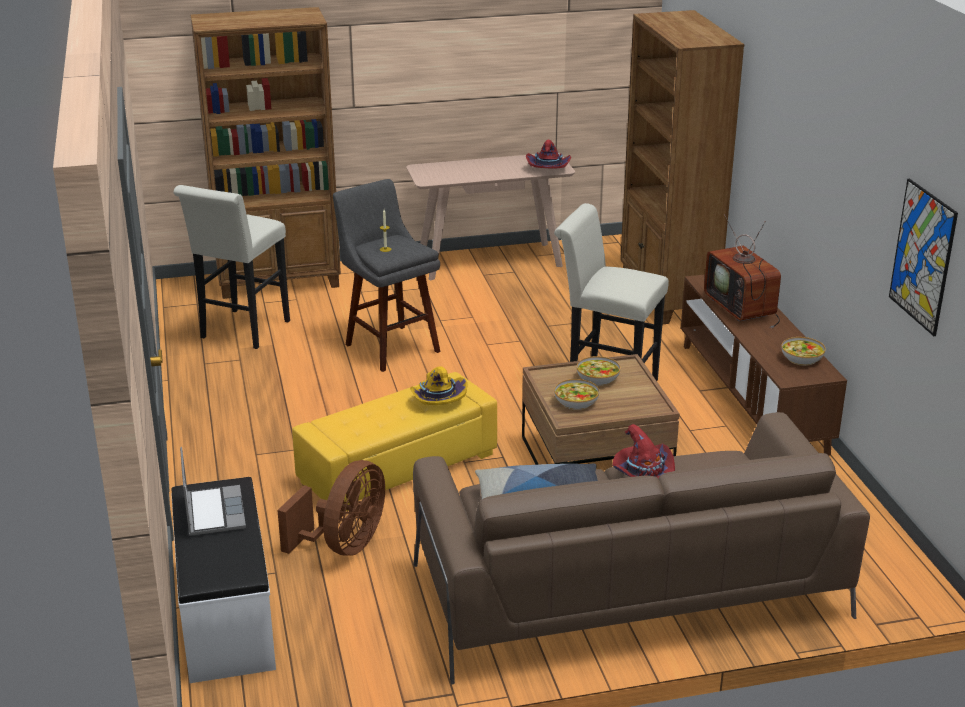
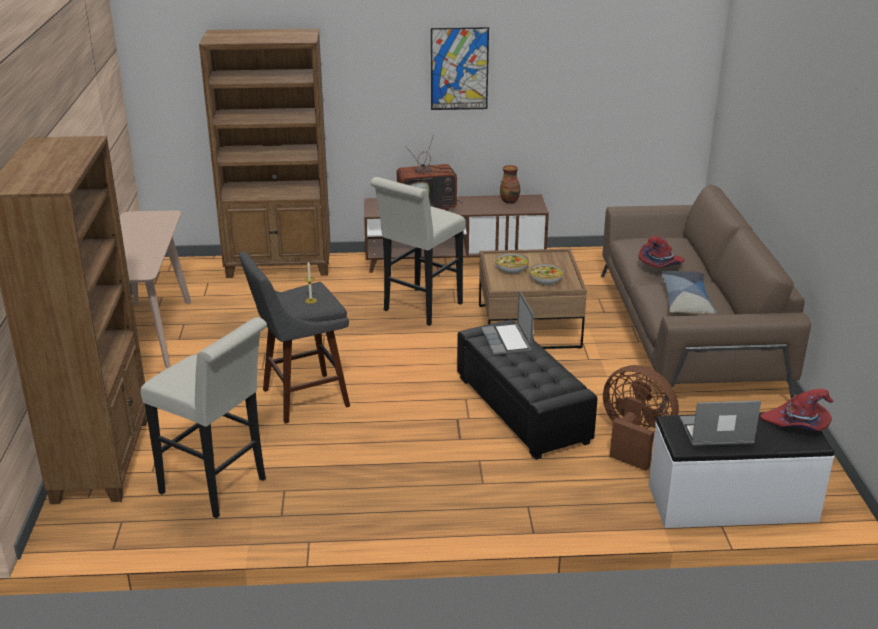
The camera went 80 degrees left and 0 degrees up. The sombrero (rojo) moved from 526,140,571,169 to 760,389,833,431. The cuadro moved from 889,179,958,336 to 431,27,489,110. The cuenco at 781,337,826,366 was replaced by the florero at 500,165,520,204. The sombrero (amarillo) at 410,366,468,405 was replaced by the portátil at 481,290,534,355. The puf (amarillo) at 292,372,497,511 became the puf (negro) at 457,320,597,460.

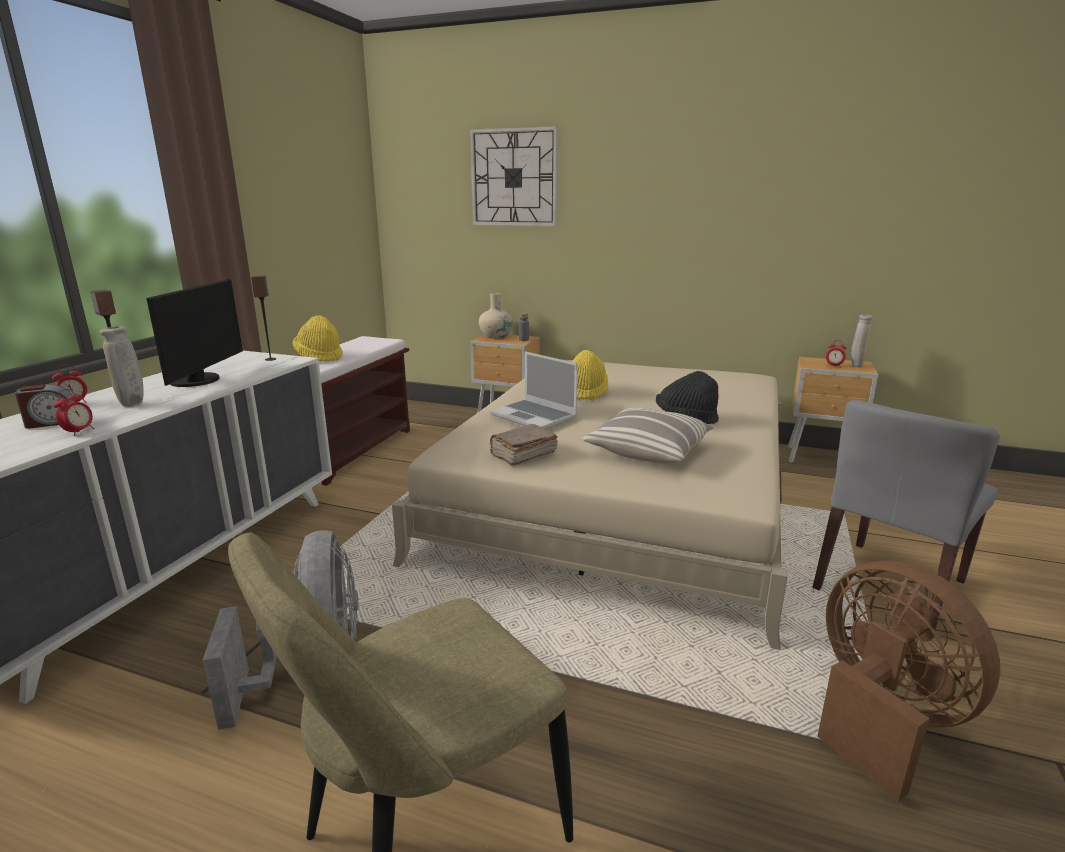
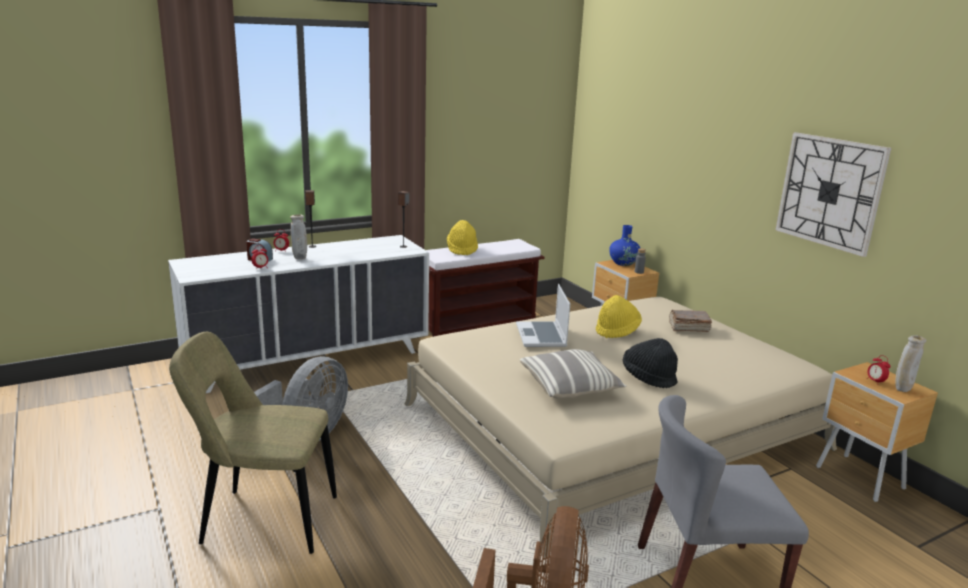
The camera went 40 degrees right and 0 degrees up. The reloj de pared moved from 470,126,558,226 to 775,132,891,257. The monitor at 146,279,243,387 disappeared. The florero (beis) at 479,293,513,339 became the florero (azul) at 609,225,640,266. The libro (marrón) moved from 489,424,558,466 to 669,310,712,332.

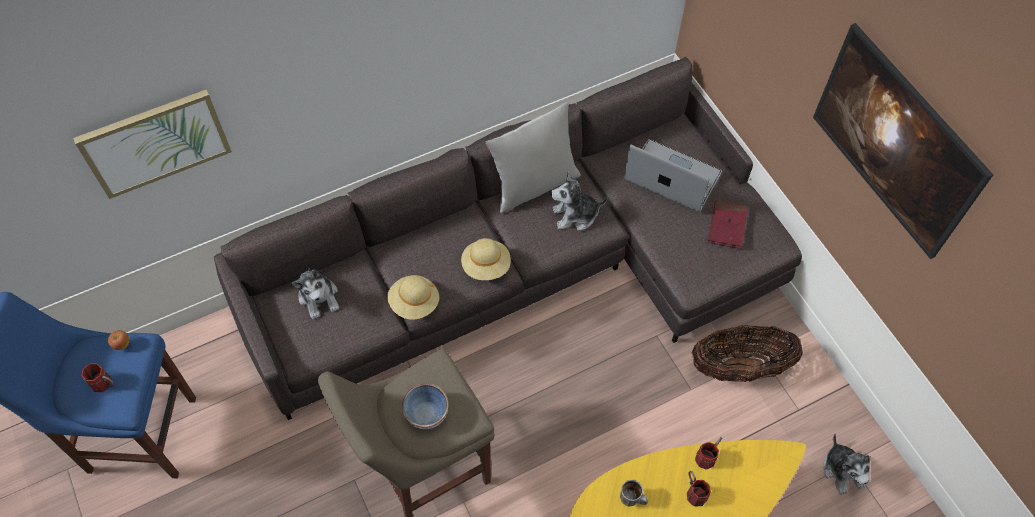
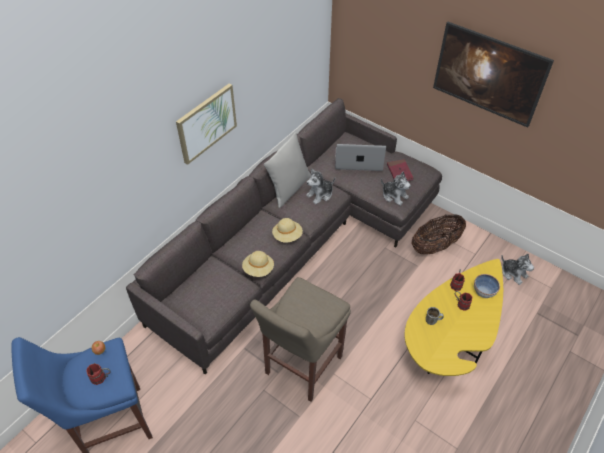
The camera went 25 degrees left and 10 degrees down. The cuadro moved from 73,89,232,199 to 176,83,237,165. The peluche moved from 292,267,339,319 to 381,172,411,206. The cuenco moved from 402,384,448,429 to 474,274,500,298.

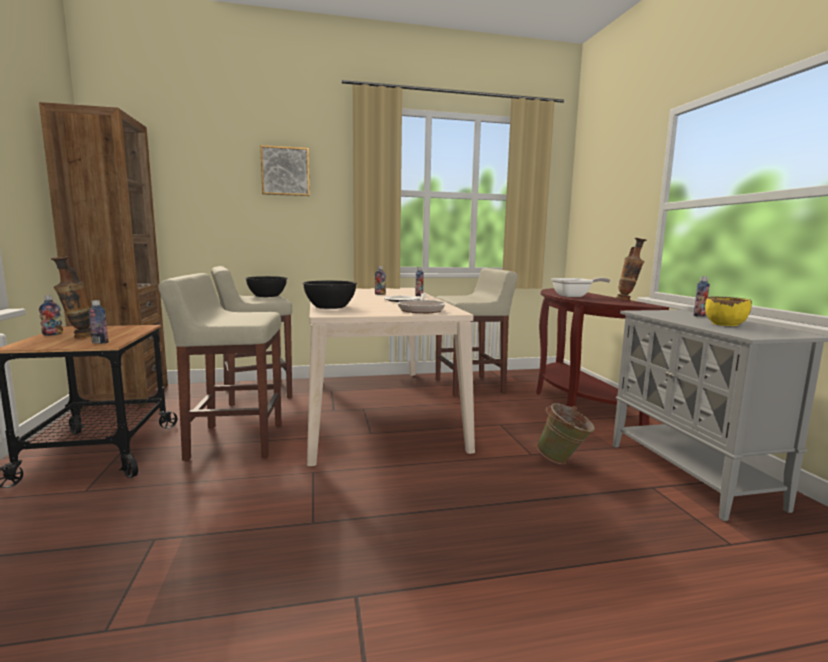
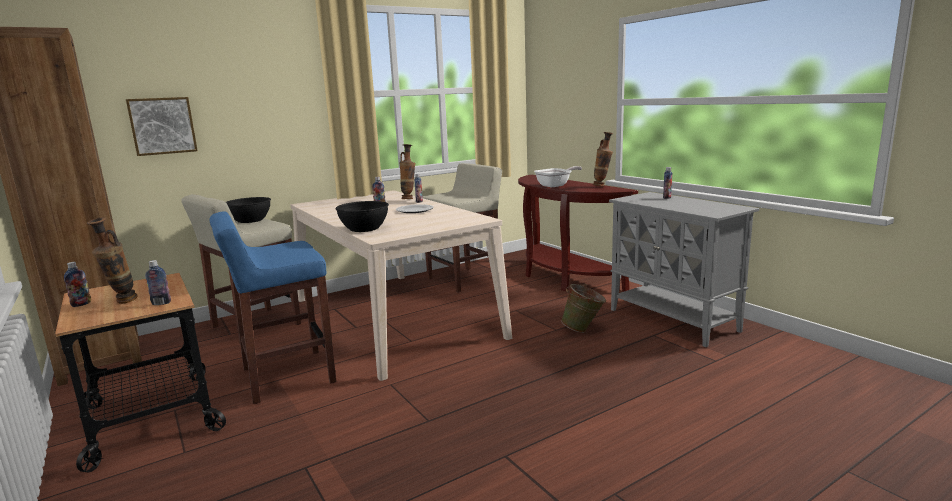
The camera went 20 degrees left and 5 degrees up. The cuadro moved from 260,145,310,196 to 126,97,198,156. The taburete (beis) at 158,273,281,461 became the taburete (azul) at 209,211,336,404. The sartén at 398,293,445,313 disappeared. The cuenco (amarillo) at 705,296,752,326 disappeared. The florero at 399,144,415,199 appeared.

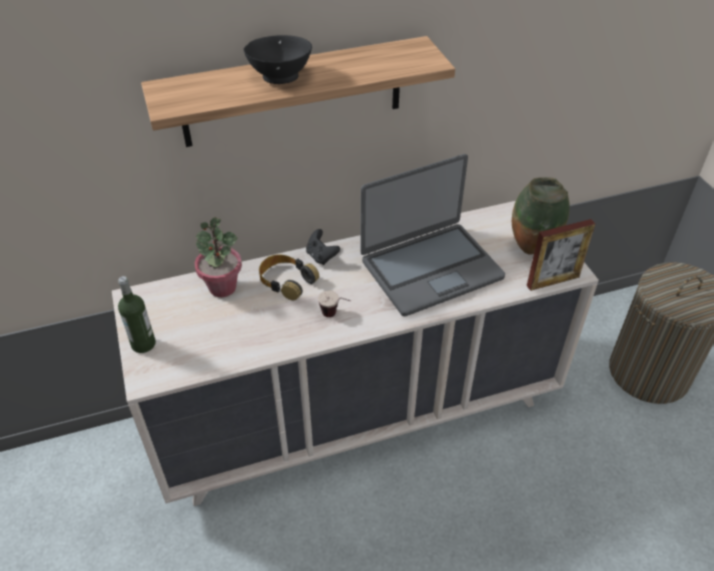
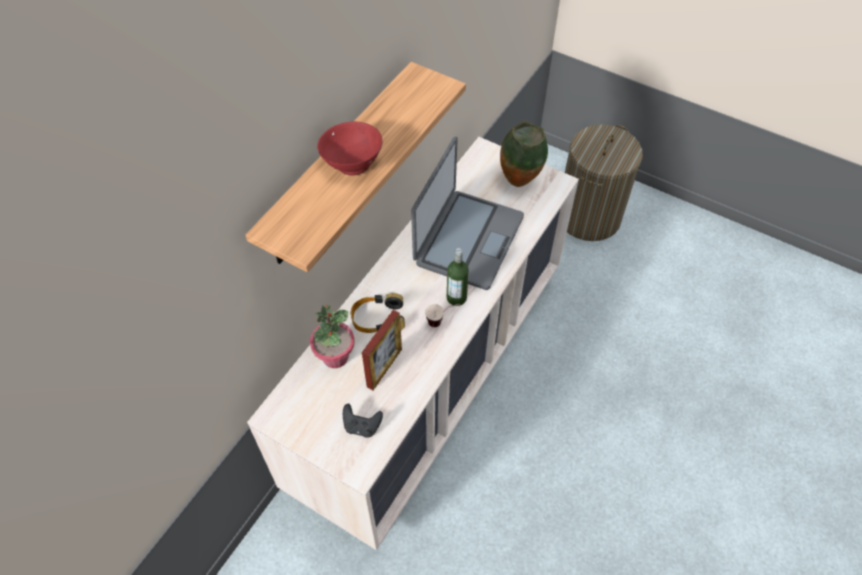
The camera went 40 degrees left and 10 degrees up. The cuenco (negro) at 243,35,312,84 became the cuenco (rojo) at 317,122,382,175. The portarretratos moved from 527,219,595,291 to 362,310,402,390. The mando de consola (negro) moved from 306,229,340,265 to 343,403,383,438. The botella moved from 118,276,156,353 to 447,248,469,306.

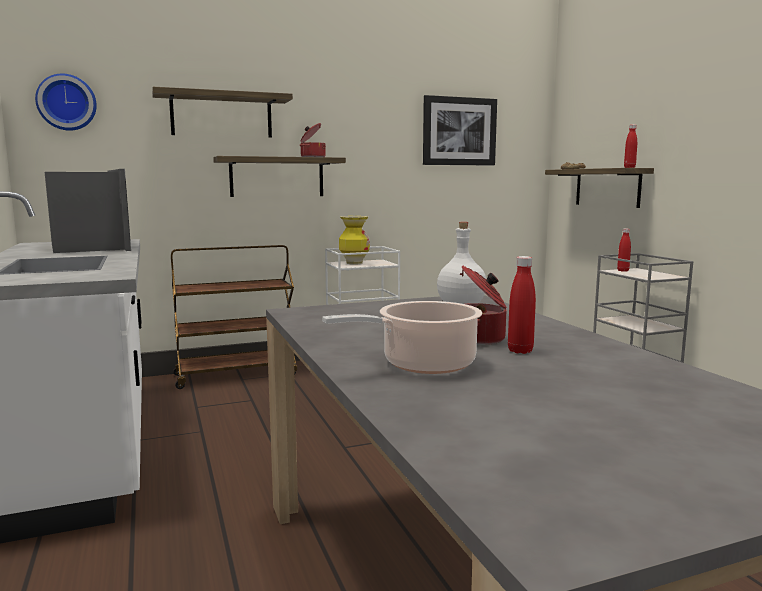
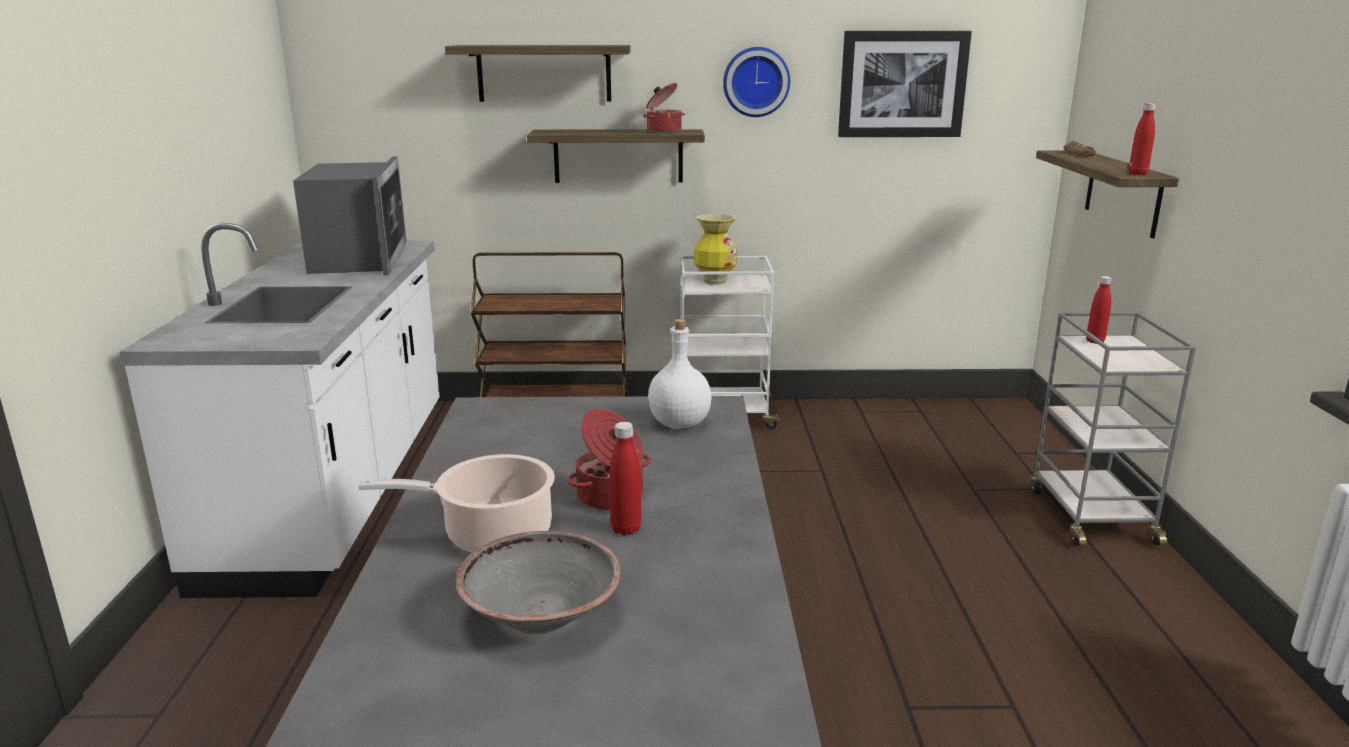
The camera went 20 degrees right and 10 degrees up. The reloj de pared moved from 35,74,97,131 to 723,47,790,117. The cuenco (gris) at 455,531,621,634 appeared.

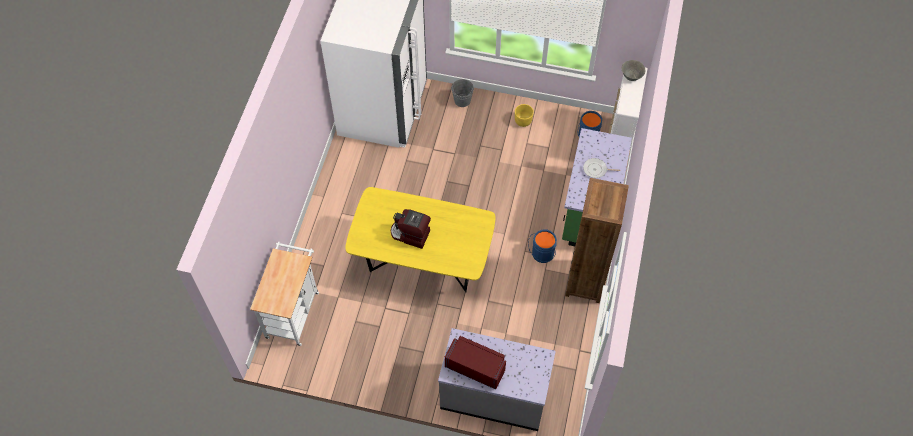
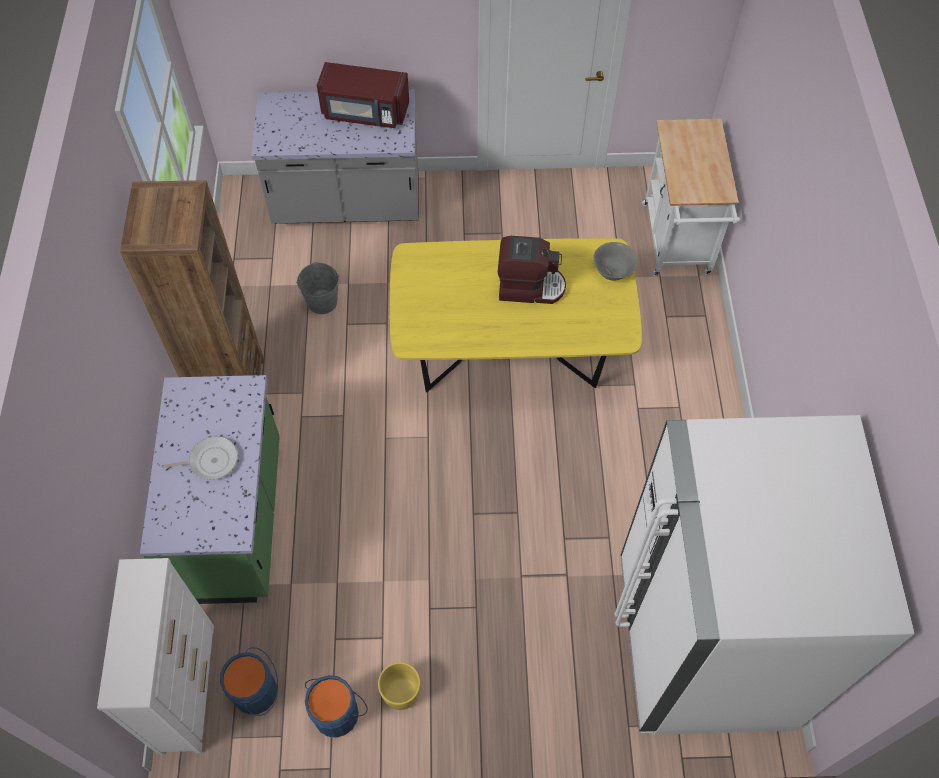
The camera went 165 degrees right and 0 degrees up. The cuenco (gris) moved from 621,60,645,81 to 593,242,638,281. The cubo (gris) moved from 451,79,474,107 to 296,262,339,314. The cubo (azul) moved from 528,230,557,263 to 305,675,368,738.

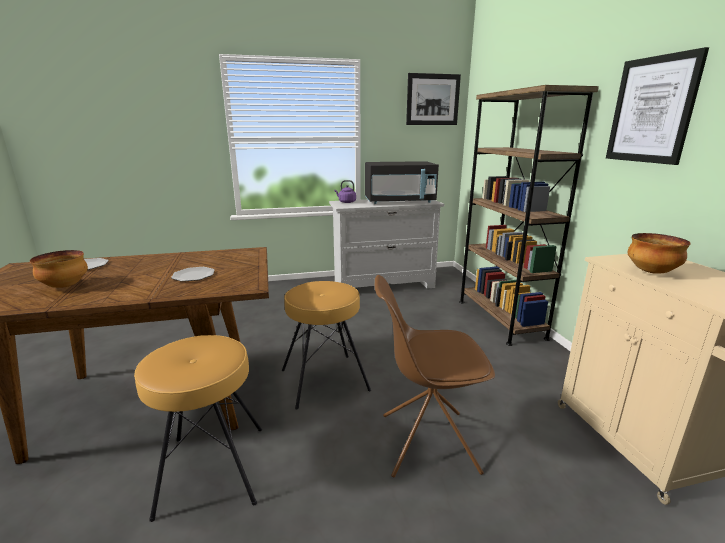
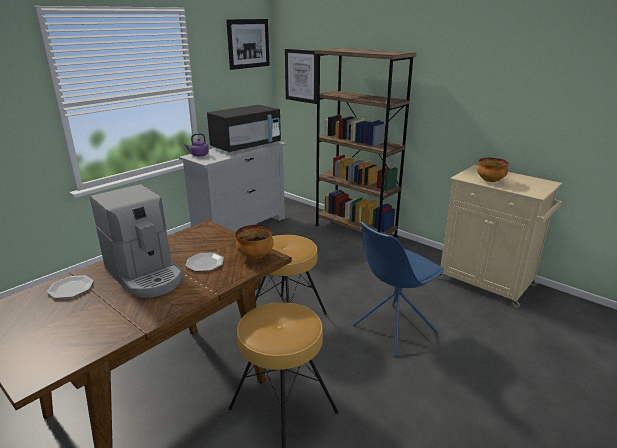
The camera went 35 degrees left and 5 degrees up. The cuadro moved from 606,47,709,165 to 285,49,317,104. The cuenco moved from 30,250,88,288 to 235,225,274,259. The silla (marrón) at 375,275,495,477 became the silla (azul) at 353,221,444,357. The cafetera at 90,184,183,298 appeared.

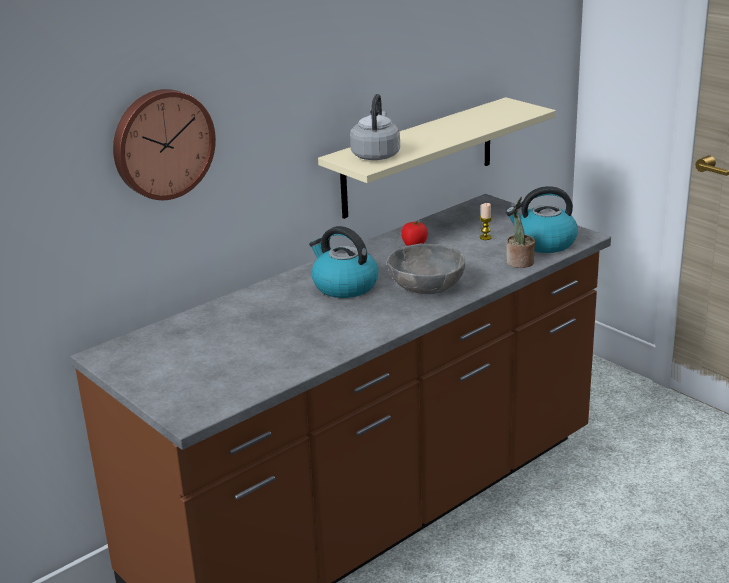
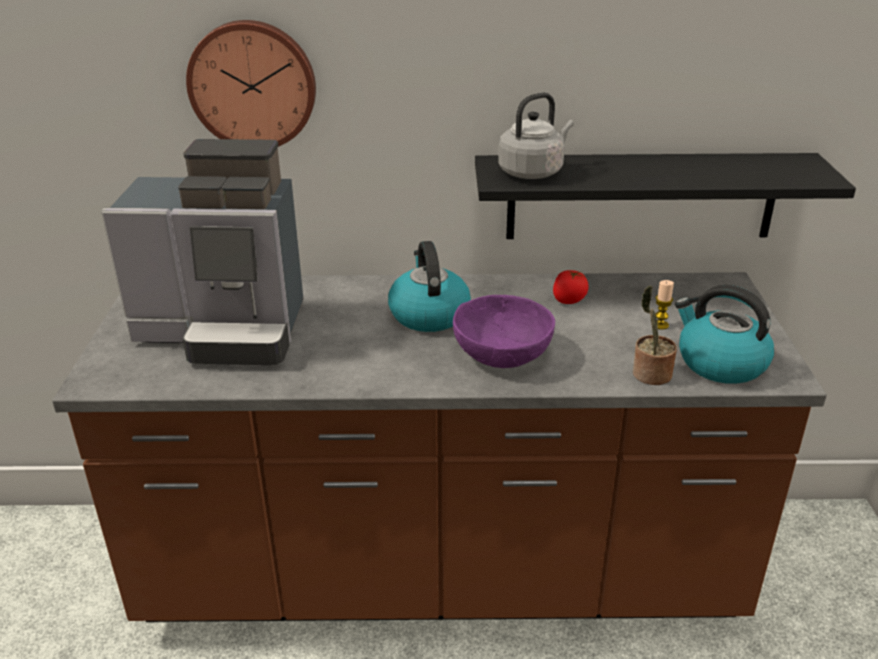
The camera went 40 degrees right and 5 degrees up. The estante (beis) at 318,97,556,219 became the estante (negro) at 475,153,856,239. The cuenco (gris) at 387,244,465,294 became the cuenco (morado) at 453,295,555,368. The cafetera at 101,139,303,365 appeared.

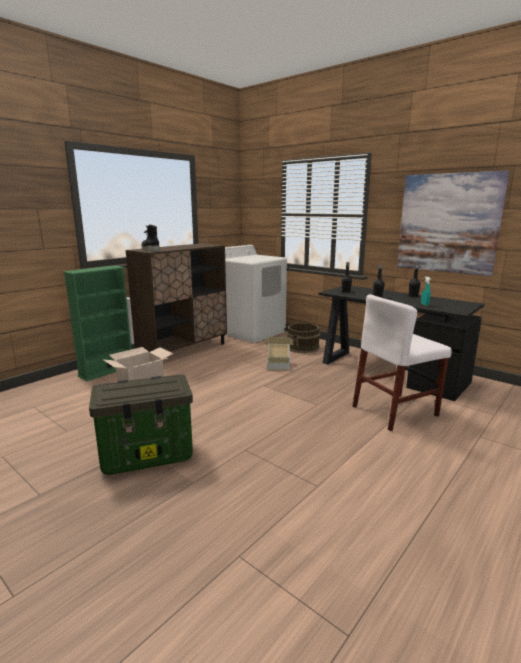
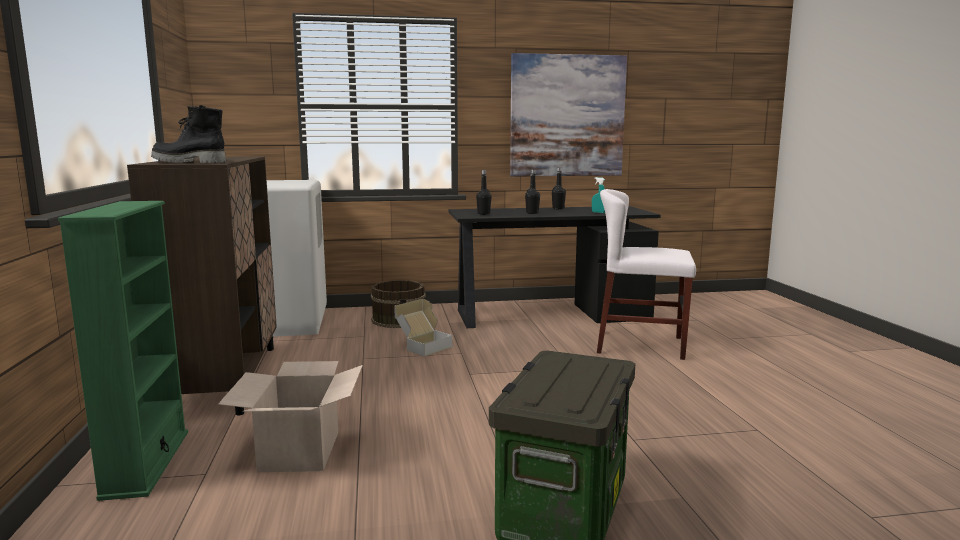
The camera went 50 degrees left and 5 degrees down. The silla (blanco) at 353,294,452,431 turned 90 degrees clockwise.

